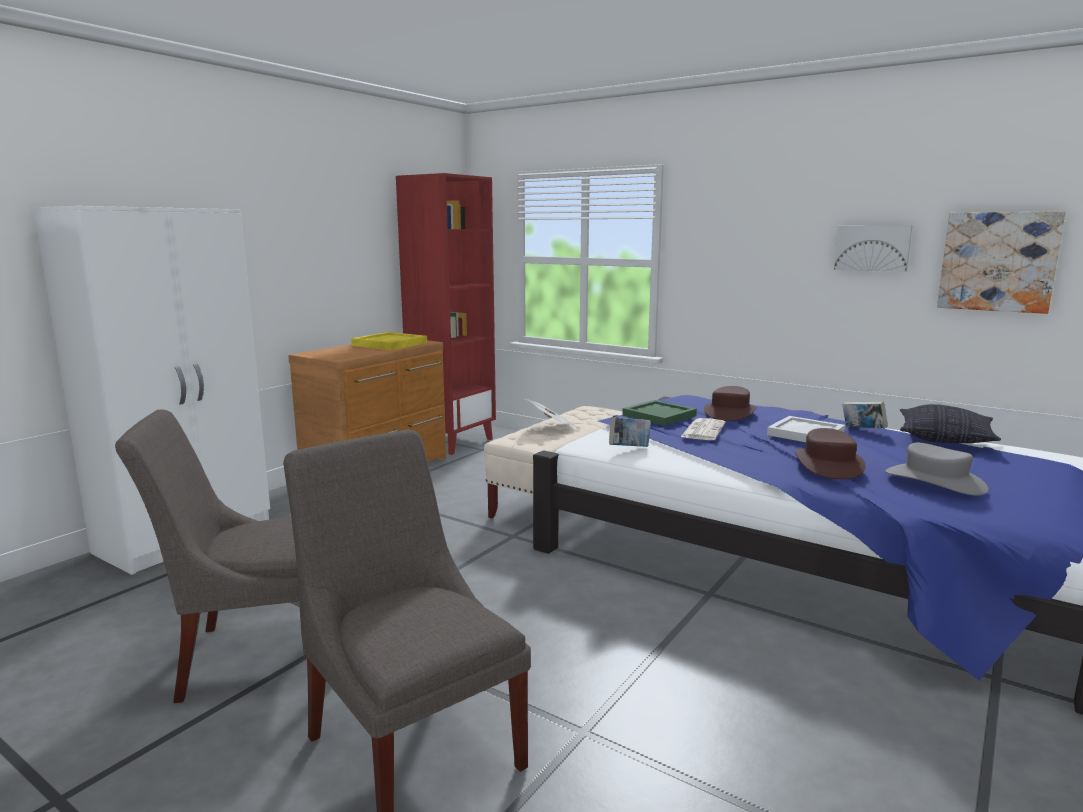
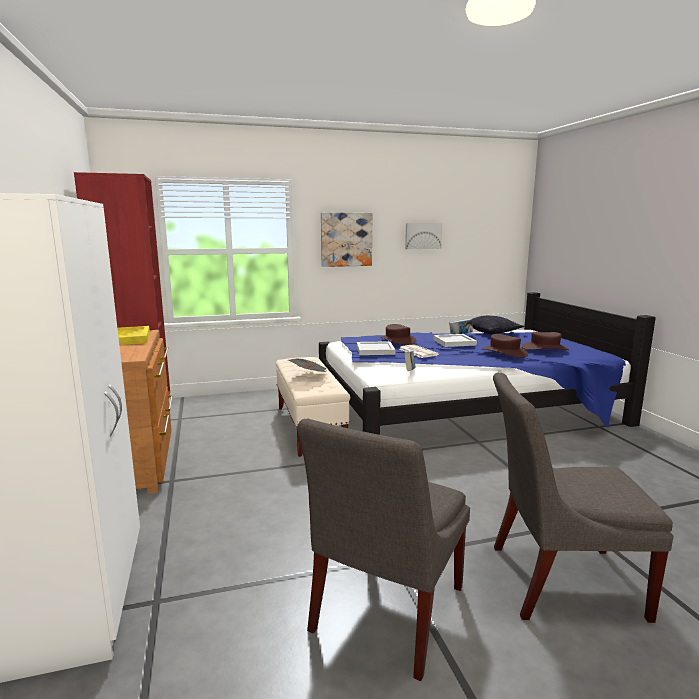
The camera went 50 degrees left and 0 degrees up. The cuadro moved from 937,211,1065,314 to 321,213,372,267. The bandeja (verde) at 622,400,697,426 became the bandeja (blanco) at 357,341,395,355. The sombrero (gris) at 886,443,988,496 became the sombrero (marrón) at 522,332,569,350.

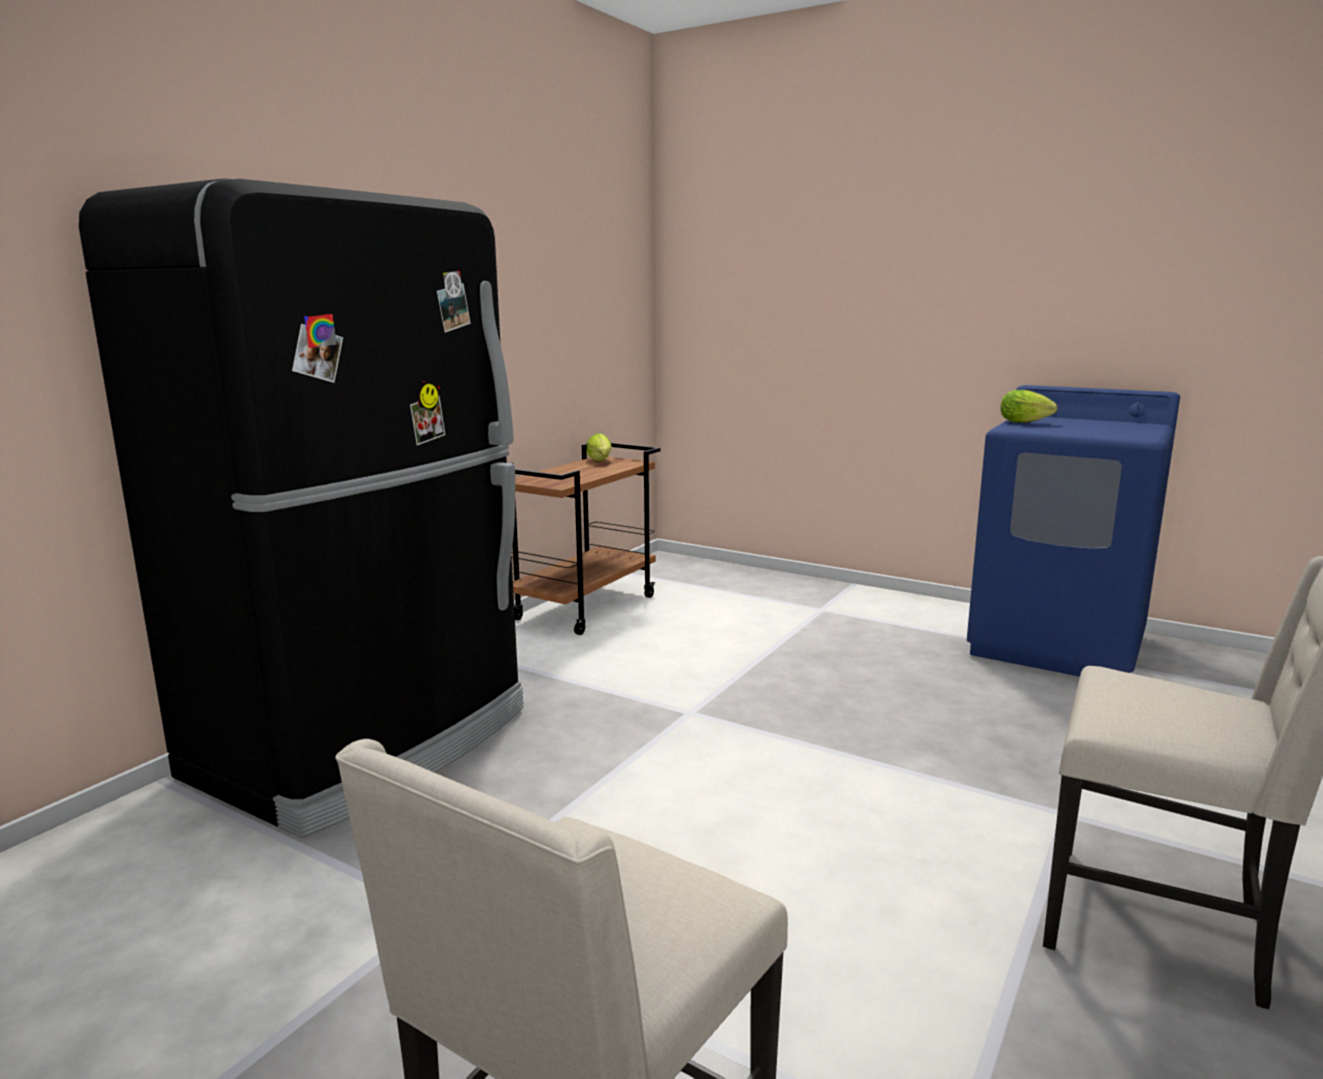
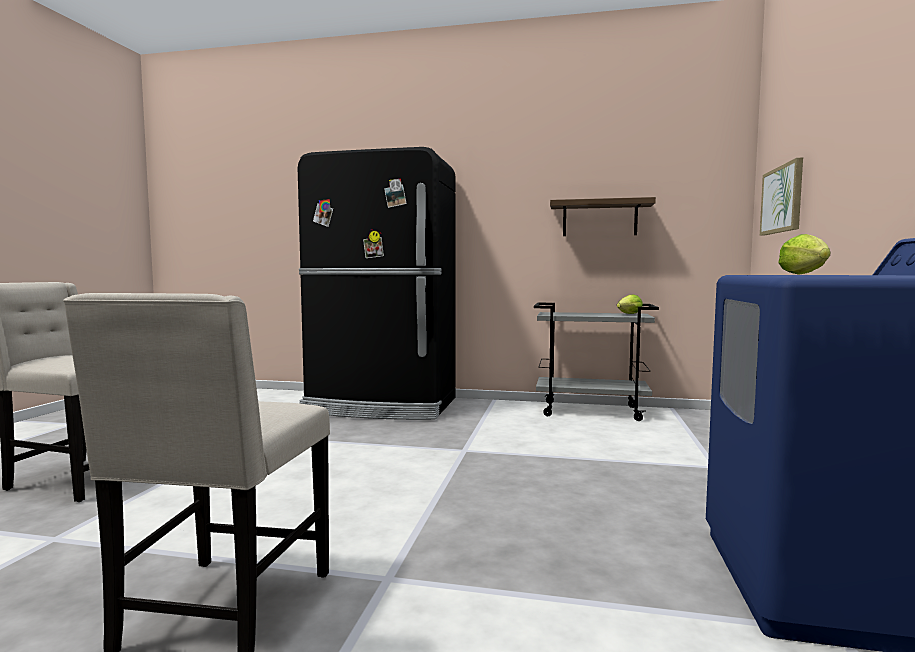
The camera went 70 degrees right and 10 degrees down. The carrito (marrón) at 510,443,661,635 became the carrito (gris) at 534,303,659,421. The cuadro at 760,157,803,235 appeared. The estante at 550,197,656,236 appeared.

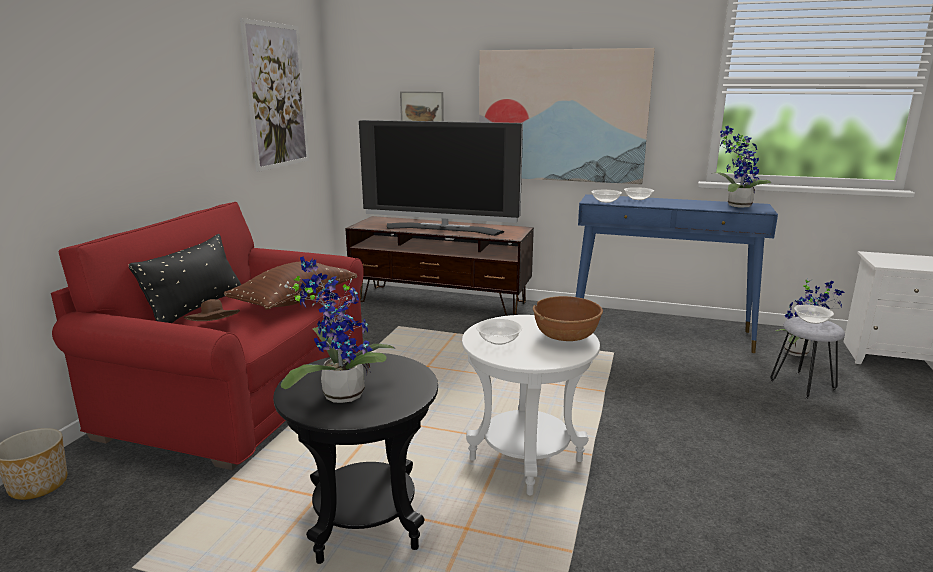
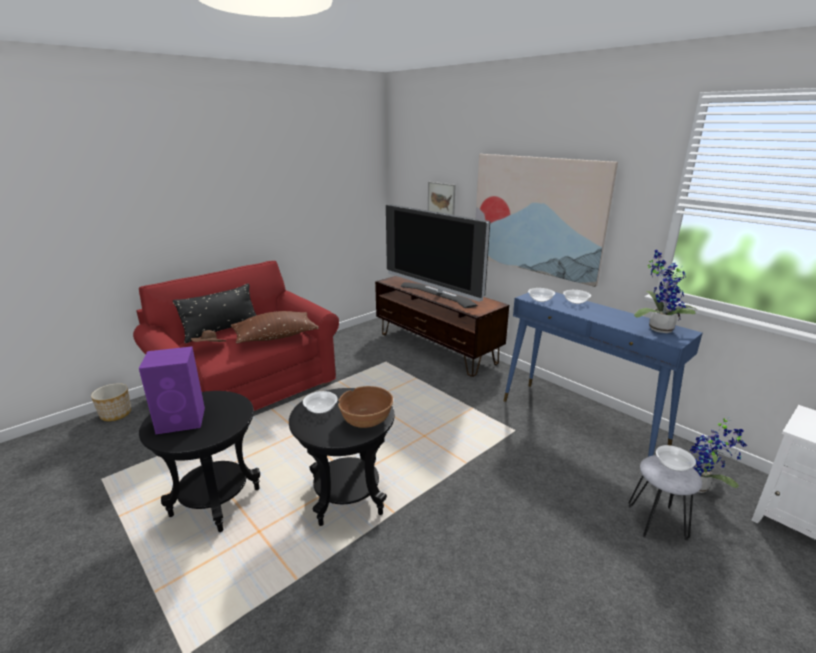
The camera went 30 degrees right and 5 degrees up. The cuadro at 240,18,309,172 disappeared. The planta en maceta at 281,256,395,403 was replaced by the altavoz (morado) at 139,346,205,434. The mesa auxiliar (blanco) at 462,315,600,496 became the mesa auxiliar (negro) at 289,388,395,526.

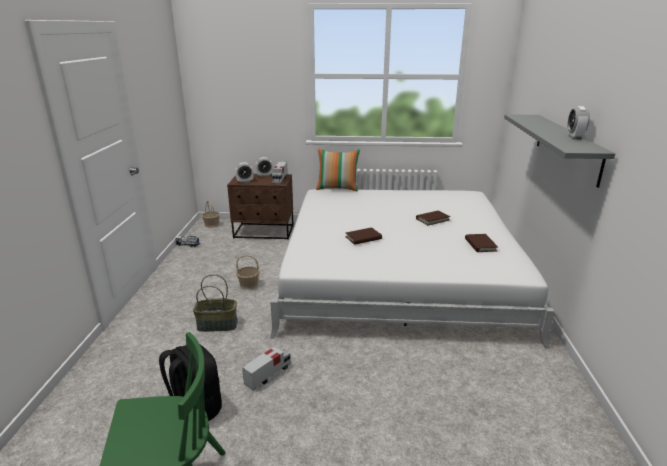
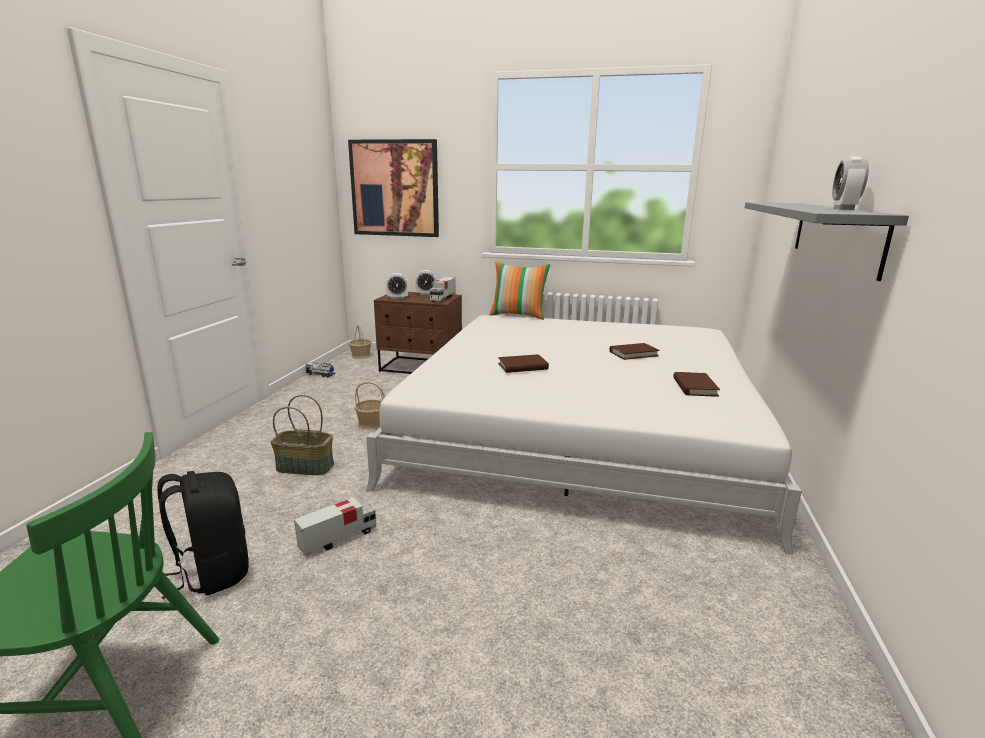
The camera went 10 degrees right and 5 degrees down. The cuadro at 348,139,439,237 appeared.

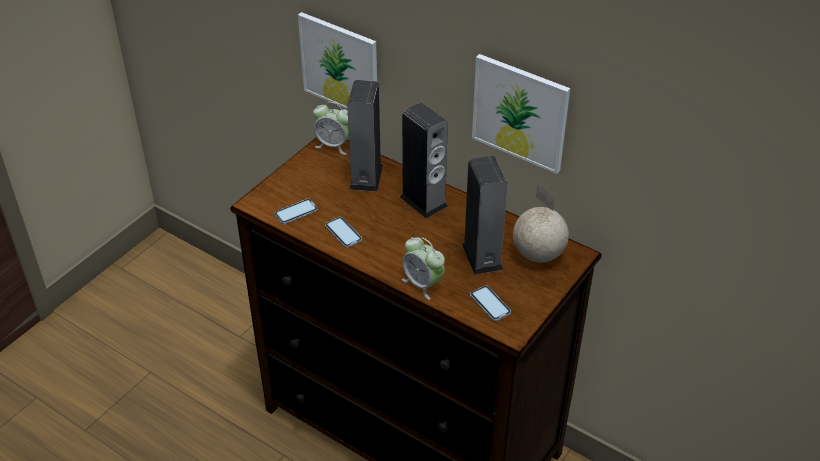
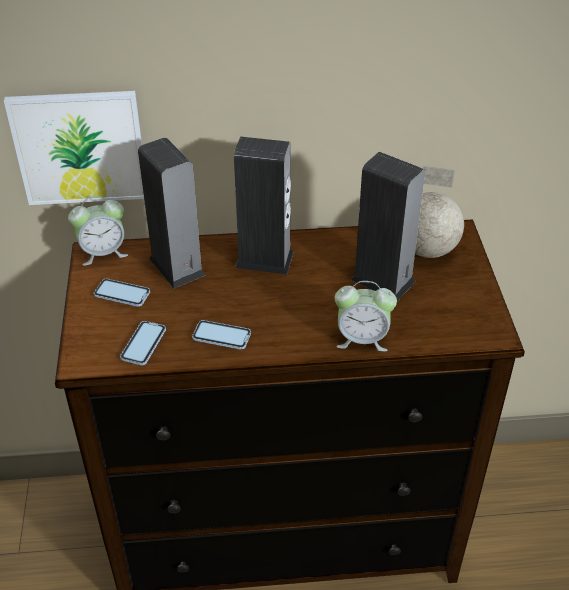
The camera went 40 degrees left and 0 degrees up. The cuadro at 472,54,570,174 disappeared. The móvil moved from 470,285,511,321 to 94,279,150,307.

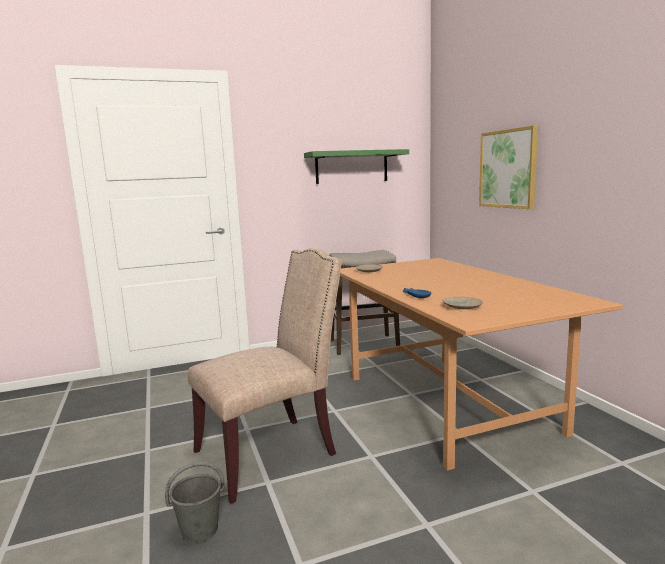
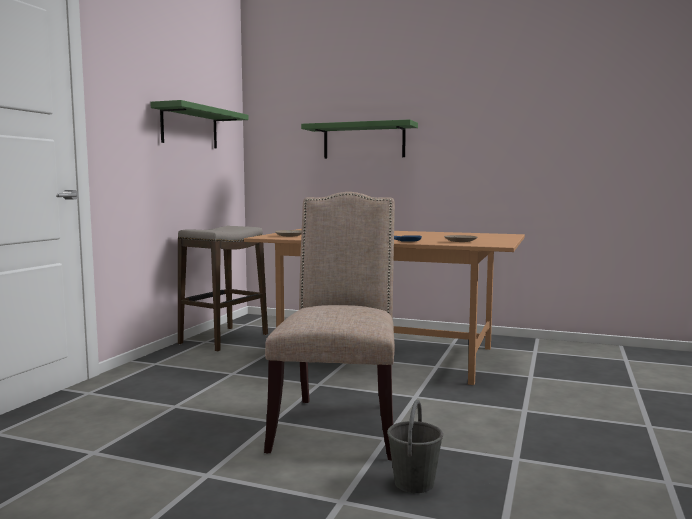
The camera went 50 degrees left and 5 degrees down. The cuadro at 479,125,538,209 was replaced by the estante (verde) at 301,119,418,159.

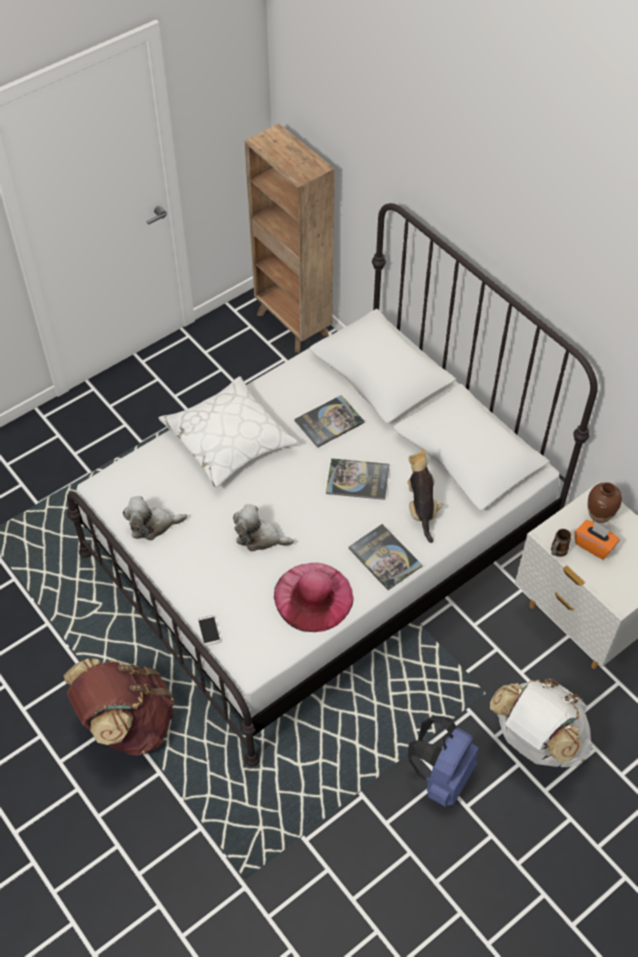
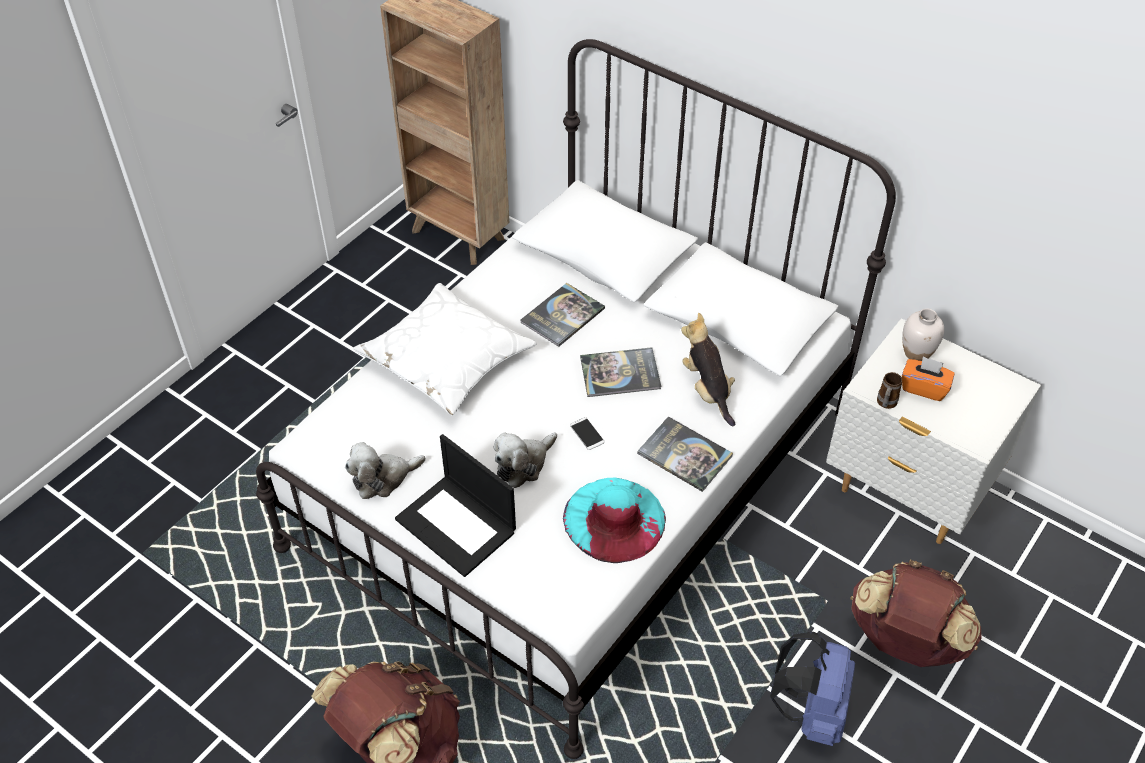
The camera went 15 degrees left and 5 degrees down. The florero (marrón) at 588,482,622,523 became the florero (blanco) at 902,309,944,361. The peluche at 233,504,294,552 turned 45 degrees counterclockwise. The sombrero (rosa) at 274,563,354,632 became the sombrero (turquesa) at 563,478,666,563. The móvil moved from 198,615,220,646 to 570,417,605,450. The mochila (blanco) at 490,679,593,767 became the mochila (marrón) at 850,559,982,667. The portátil at 395,434,516,577 appeared.

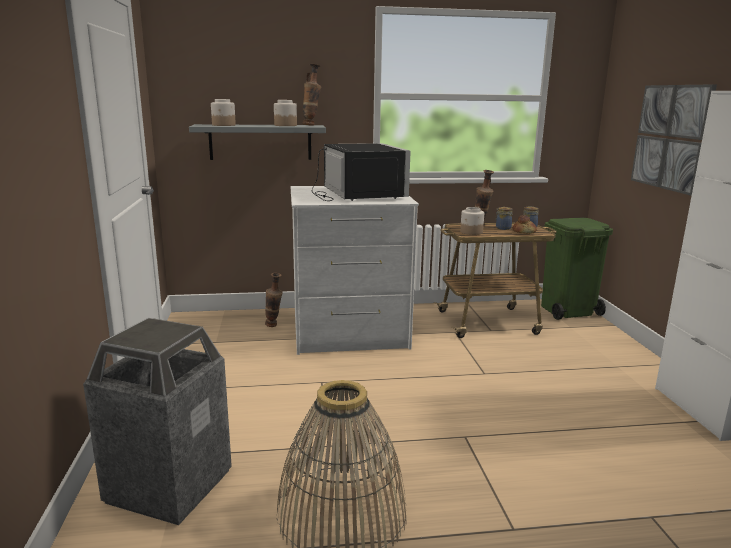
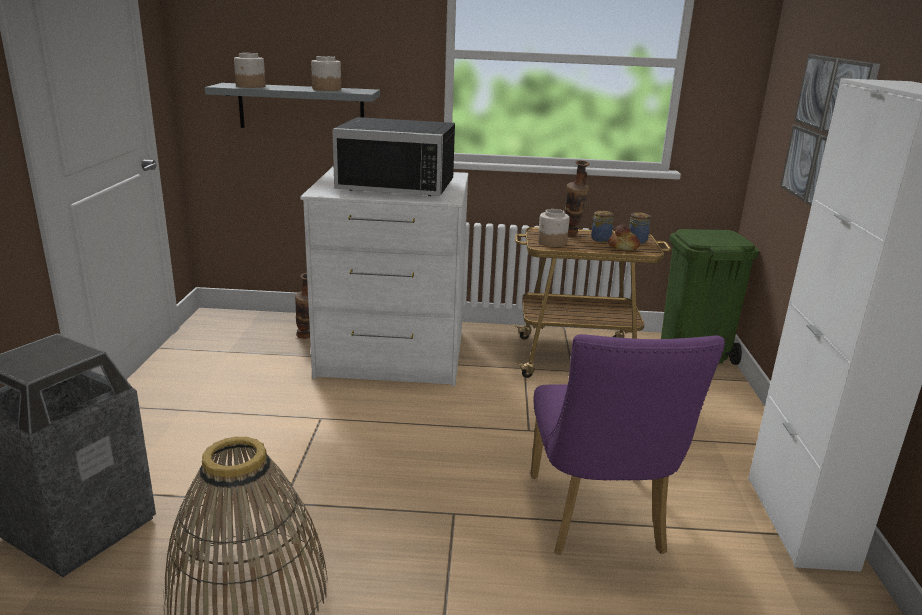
The camera went 10 degrees right and 5 degrees up. The florero at 302,64,321,126 disappeared. The microondas (negro) at 312,143,411,201 turned 105 degrees clockwise. The silla (morado) at 531,334,725,555 appeared.

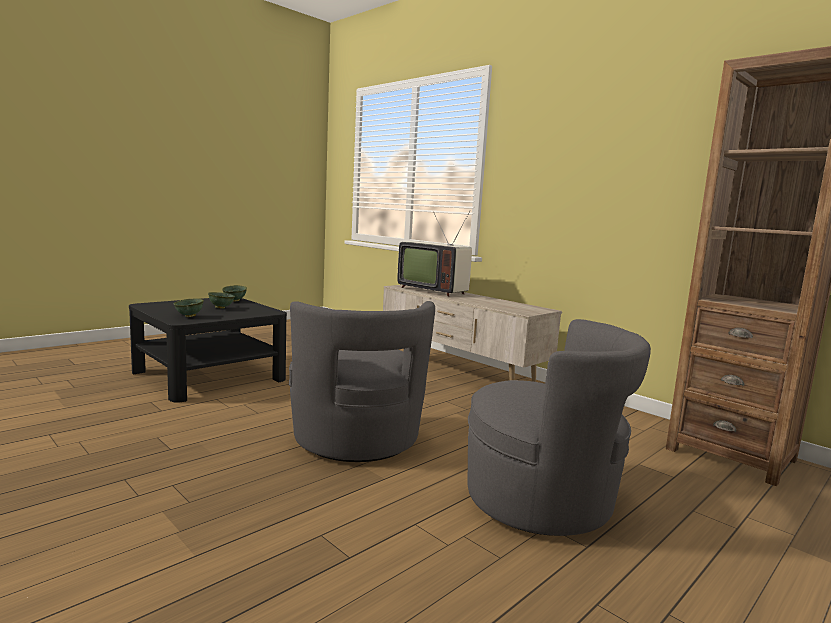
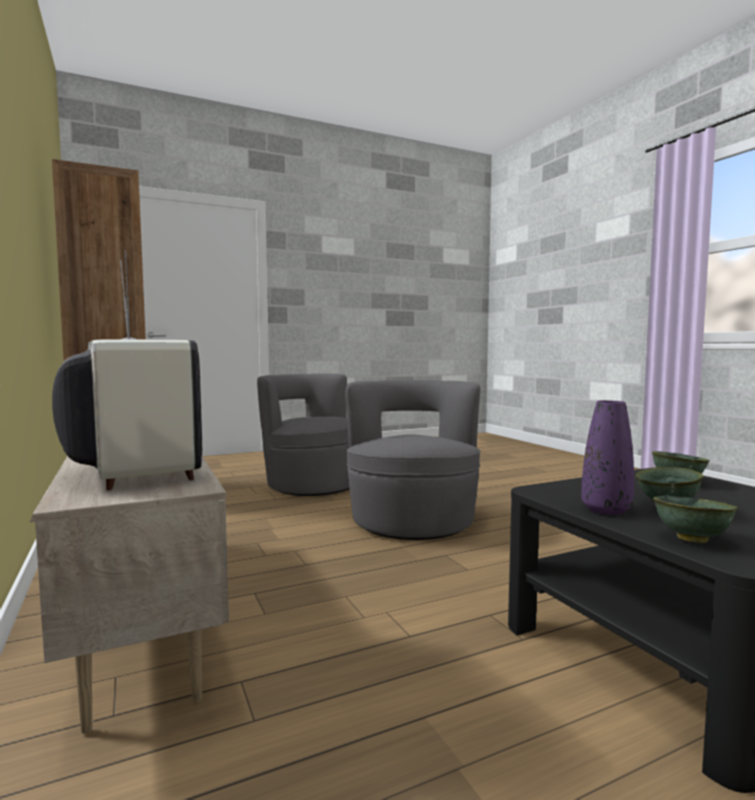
The camera went 160 degrees left and 5 degrees down. The florero (morado) at 582,400,634,515 appeared.

